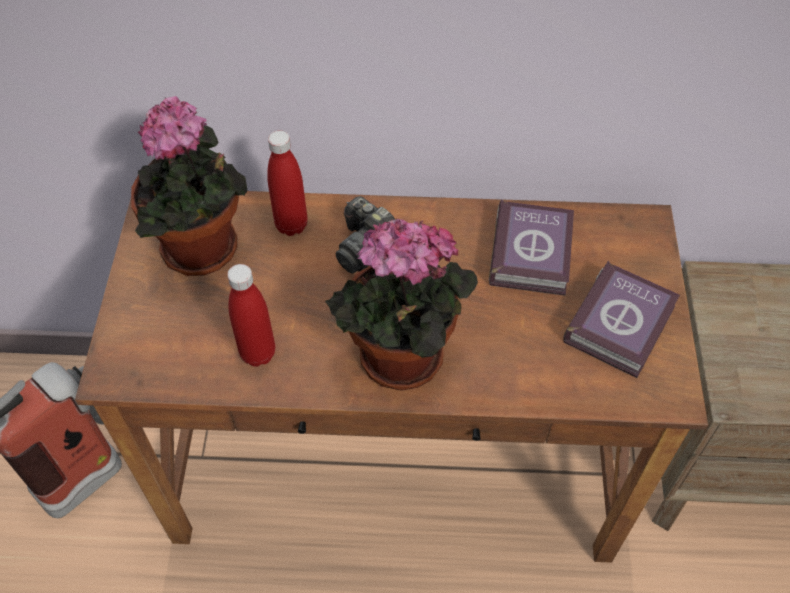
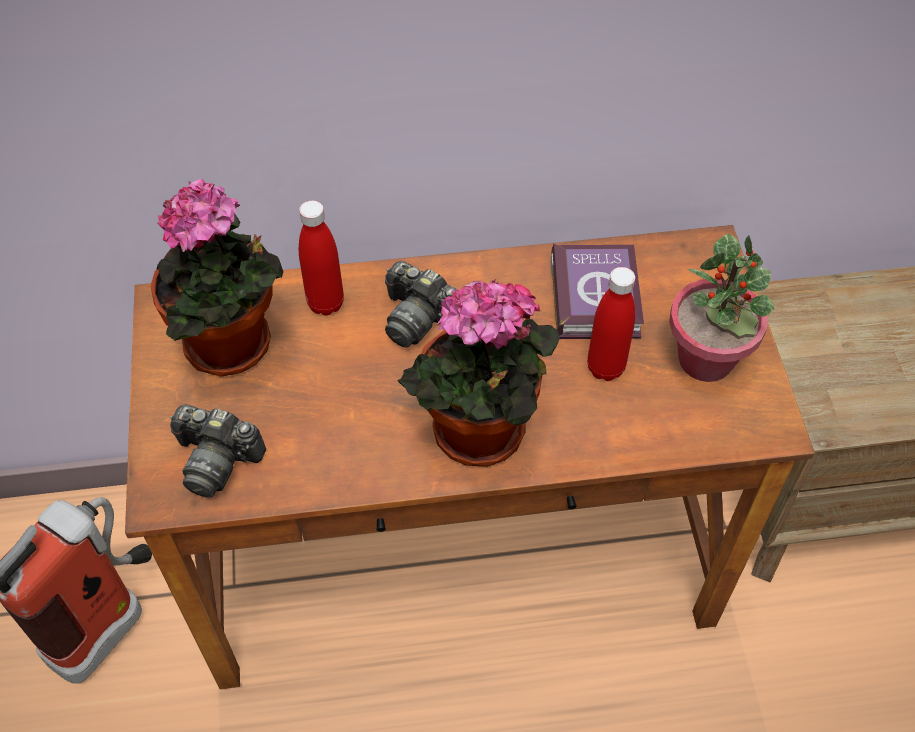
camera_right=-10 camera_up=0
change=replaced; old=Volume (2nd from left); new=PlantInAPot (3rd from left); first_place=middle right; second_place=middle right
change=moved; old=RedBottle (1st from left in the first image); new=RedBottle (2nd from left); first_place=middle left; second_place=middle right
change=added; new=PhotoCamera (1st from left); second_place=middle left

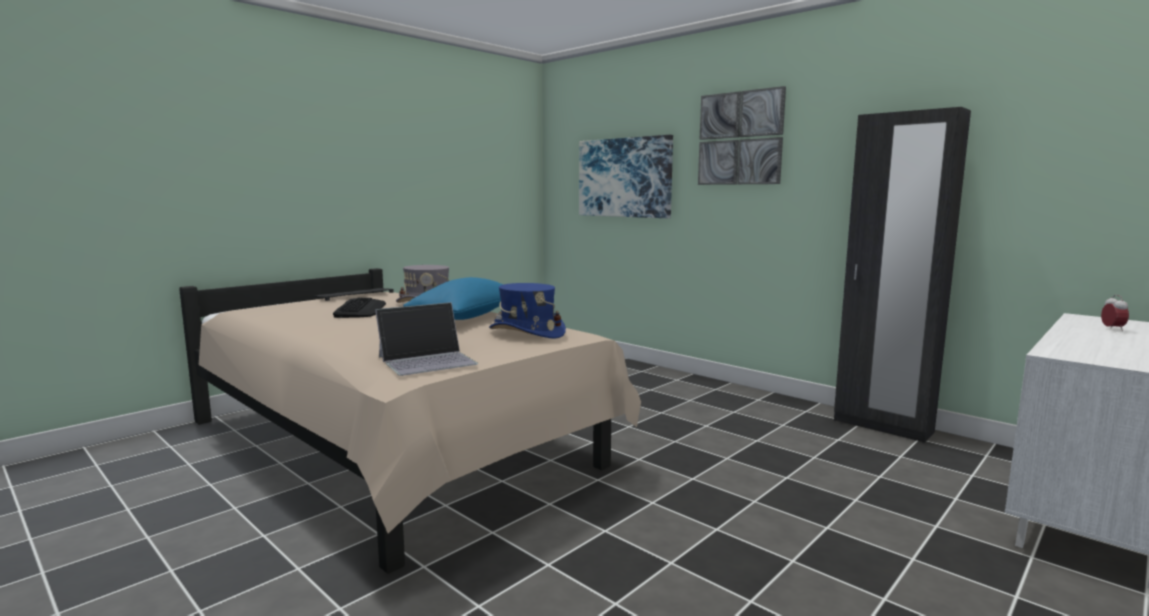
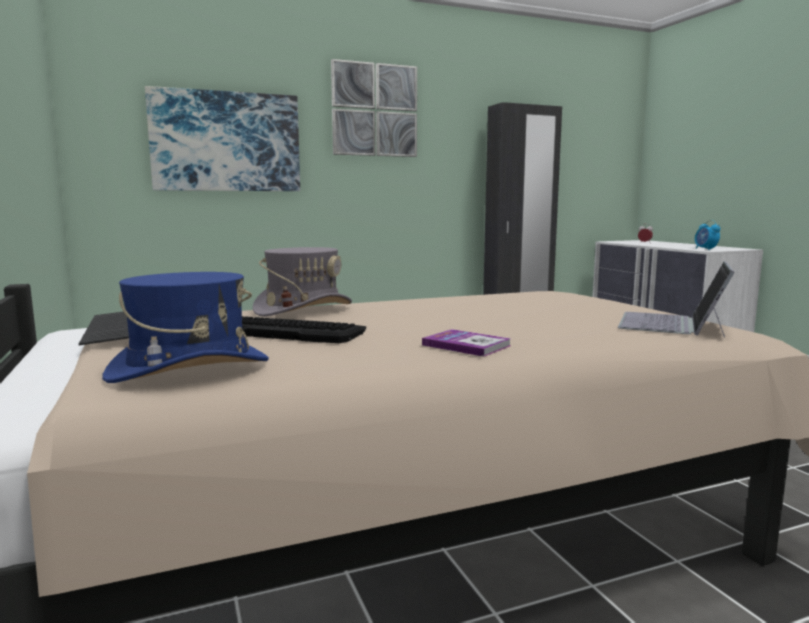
camera_right=-65 camera_up=0
change=removed; old=BlueColouredPillow; first_place=centre
change=moved; old=BlueColouredHat; first_place=centre; second_place=middle left
change=turned; old=Laptop; first_place=centre; second_place=middle right; degrees=-150
change=added; new=AlarmClock (2nd from left); second_place=middle right
change=added; new=Volume; second_place=centre

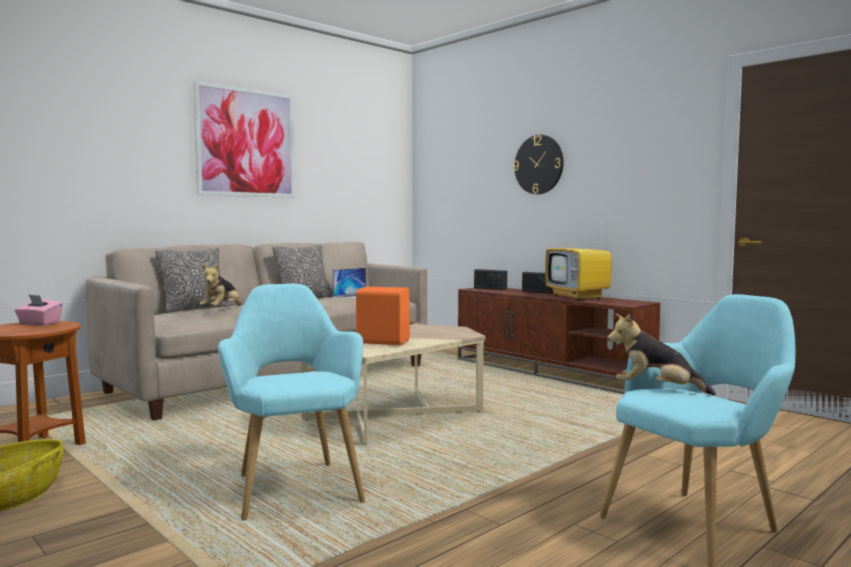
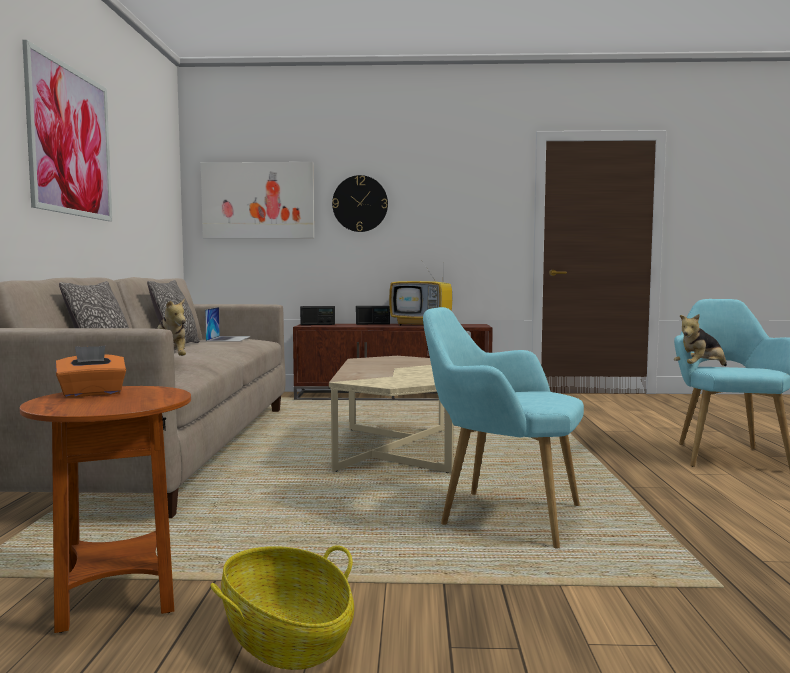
camera_right=-45 camera_up=0
change=removed; old=OrangeLoudspeaker; first_place=centre
change=recoloured; old=PinkColouredBoxOfTissues; new=OrangeBoxOfTissues; first_place=middle left; second_place=middle left
change=added; new=Picture (2nd from left); second_place=top left

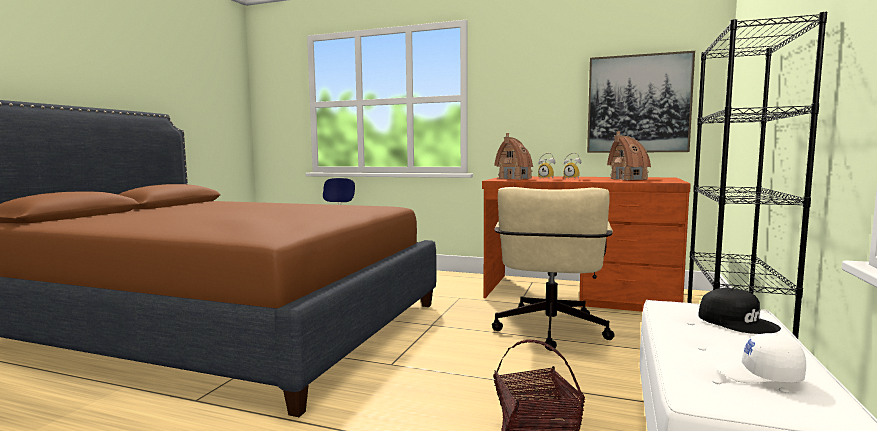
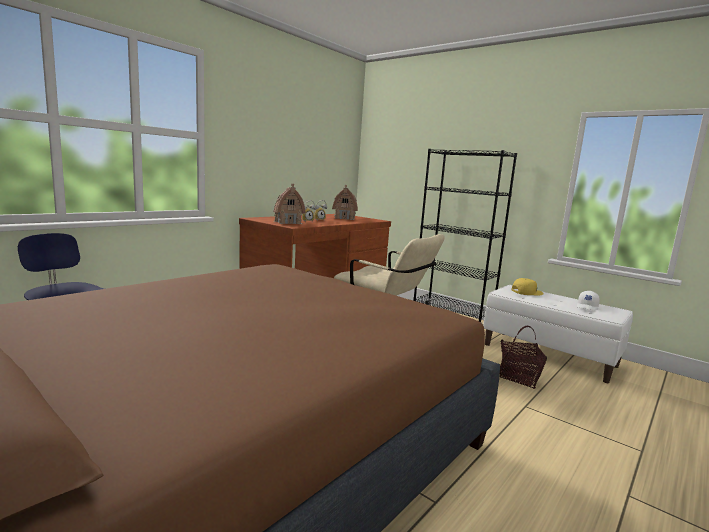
camera_right=-70 camera_up=5
change=removed; old=Picture; first_place=top right
change=recoloured; old=BlackishBaseballCap; new=YellowishBaseballCap; first_place=bottom right; second_place=middle right

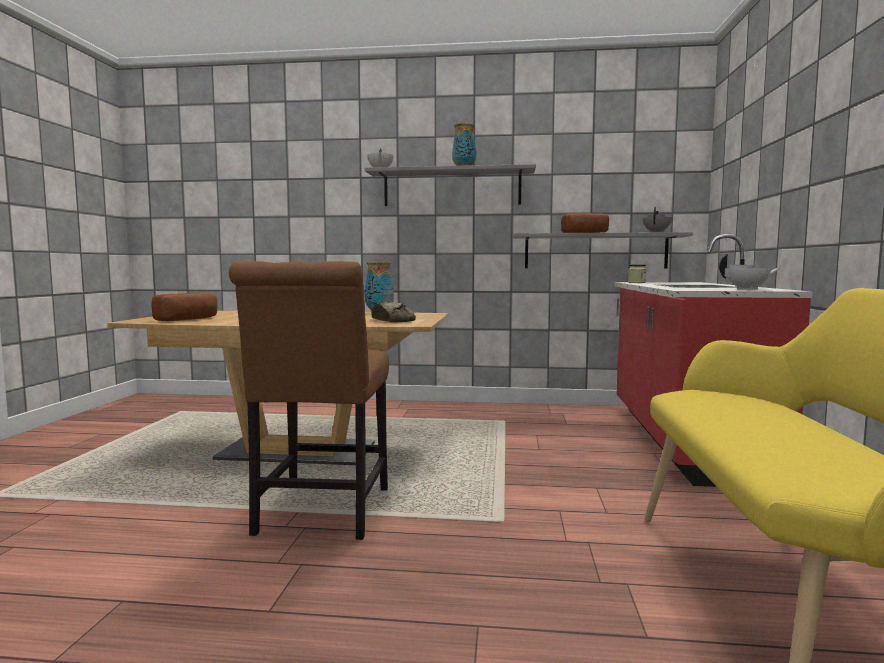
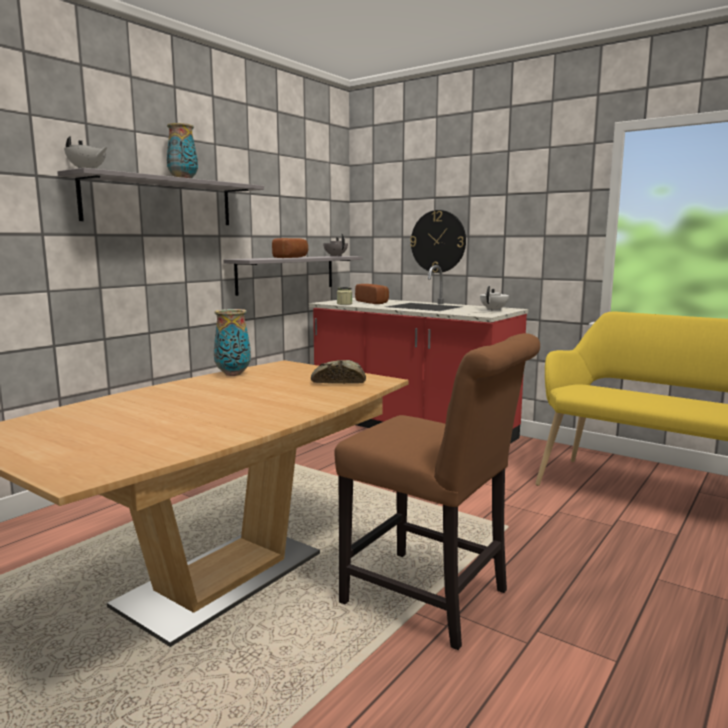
camera_right=-60 camera_up=5
change=moved; old=BakeryBread (1st from left in the first image); new=BakeryBread (3rd from left); first_place=middle left; second_place=centre
change=added; new=WallClock; second_place=top centre

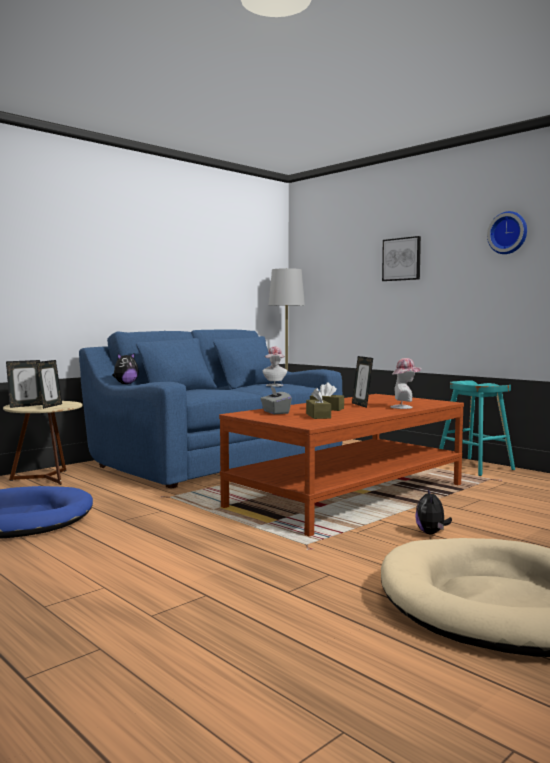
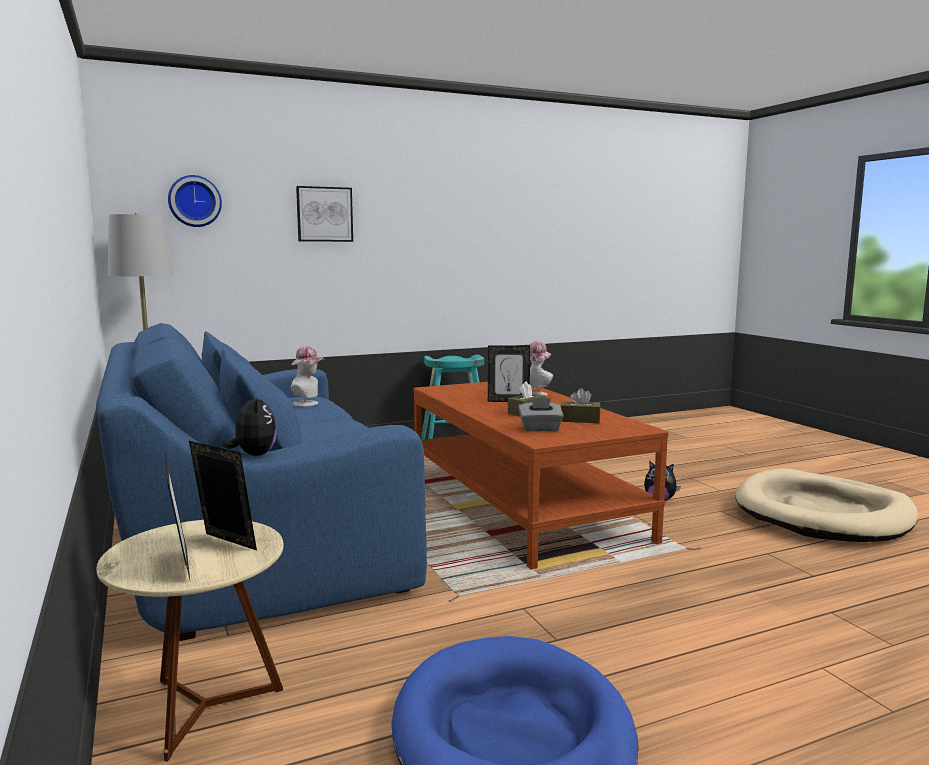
camera_right=-70 camera_up=5
change=moved; old=WallClock; first_place=top right; second_place=top left

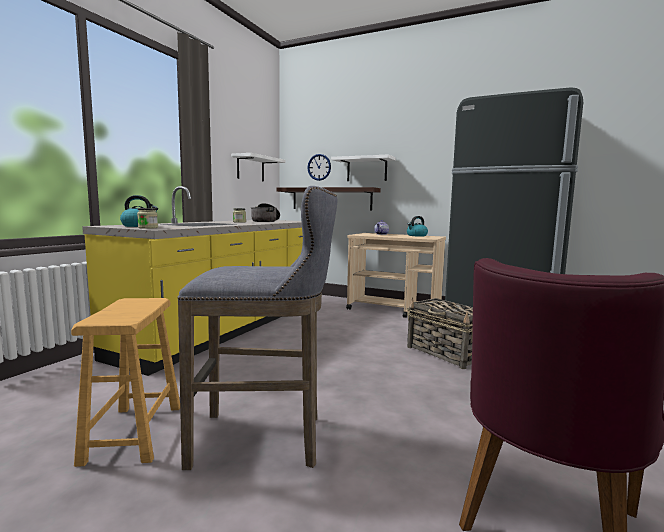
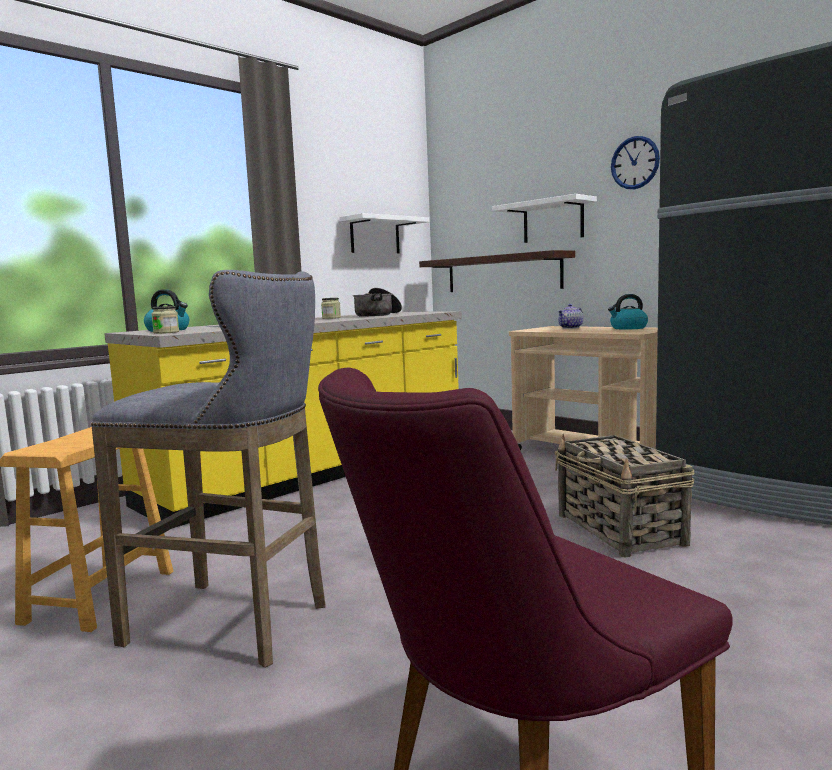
camera_right=20 camera_up=0
change=moved; old=WallClock; first_place=top centre; second_place=top right

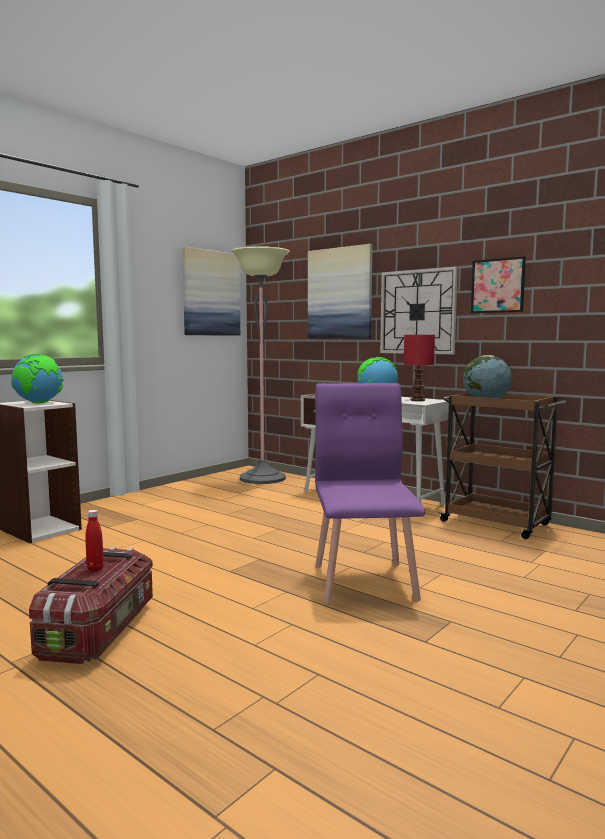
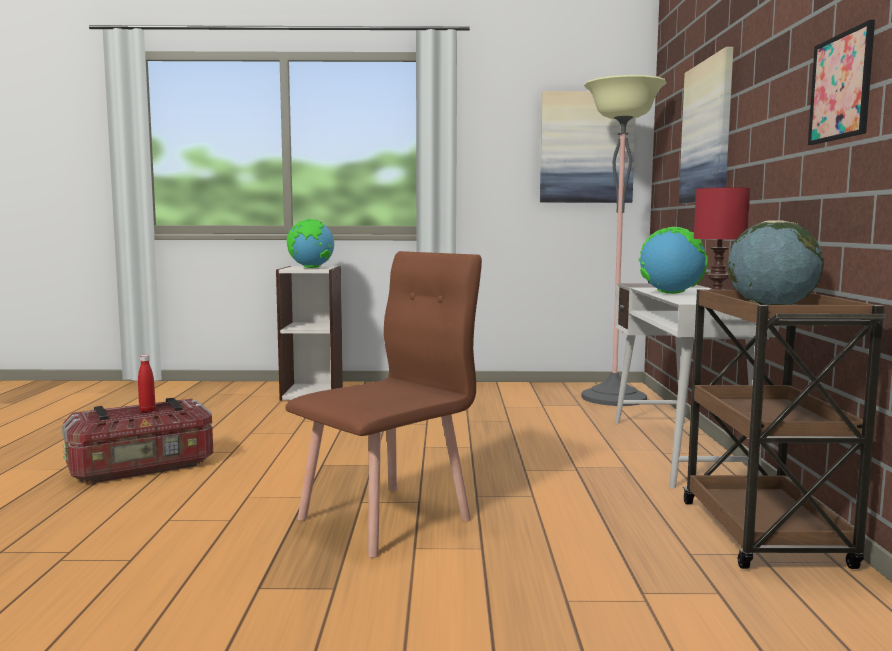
camera_right=50 camera_up=0
change=removed; old=WallClock; first_place=middle right
change=recoloured; old=PurpleColouredUprightChair; new=BrownishUprightChair; first_place=centre; second_place=centre

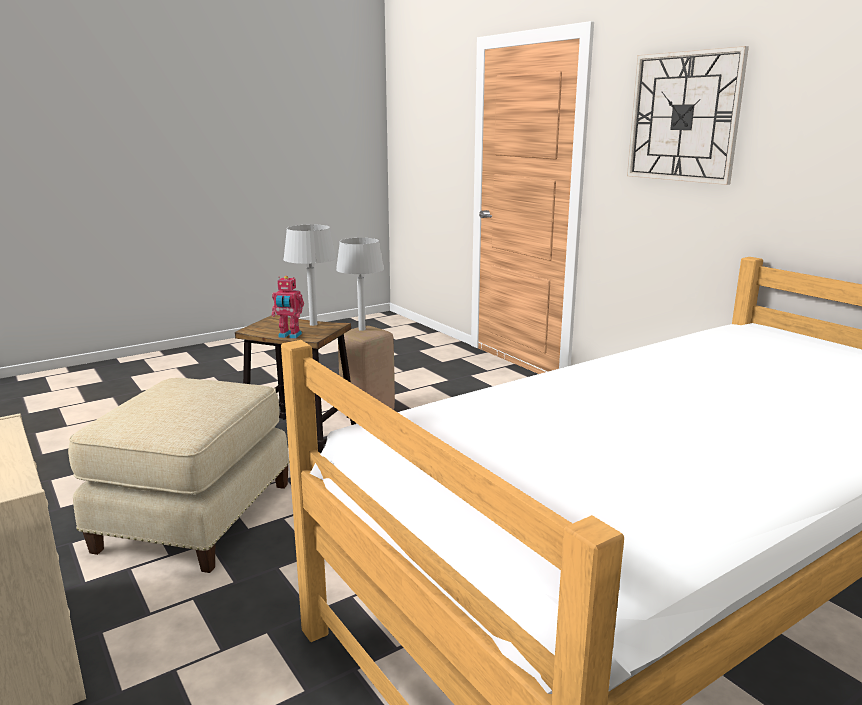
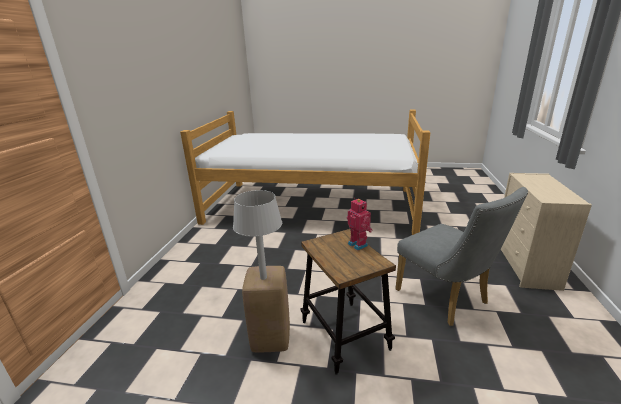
camera_right=-135 camera_up=5
change=removed; old=WallClock; first_place=top right
change=removed; old=GreyTableLamp (1st from left); first_place=centre
change=replaced; old=BeigeOttoman; new=GreyUprightChair; first_place=bottom left; second_place=middle right

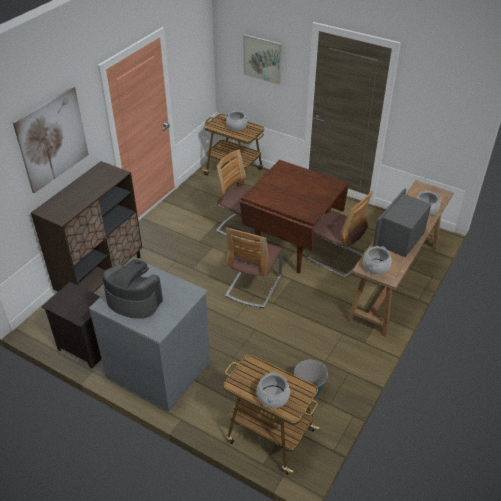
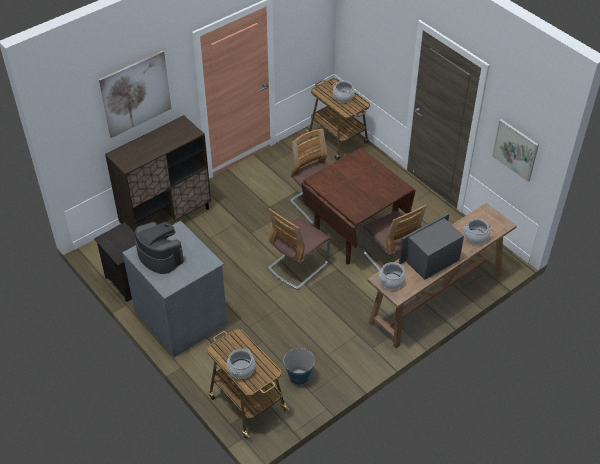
camera_right=20 camera_up=5
change=moved; old=Picture (2nd from left); first_place=top centre; second_place=top right

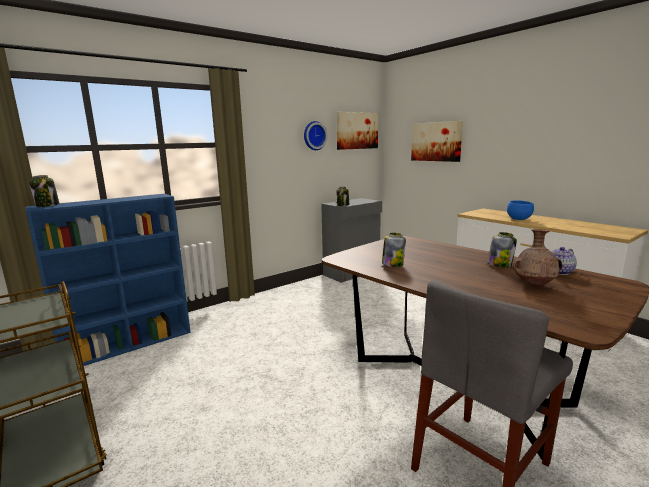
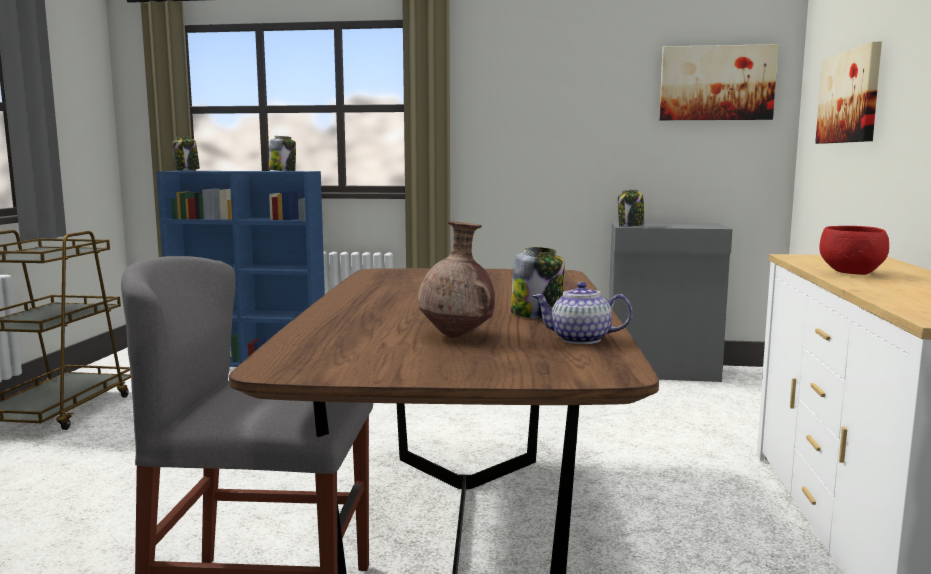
camera_right=45 camera_up=-5
change=removed; old=WallClock; first_place=top centre
change=recoloured; old=BlueColouredDeepDish; new=RedDeepDish; first_place=middle right; second_place=middle right
change=moved; old=Jar (3rd from left in the first image); new=Jar (2nd from left); first_place=centre; second_place=top left

